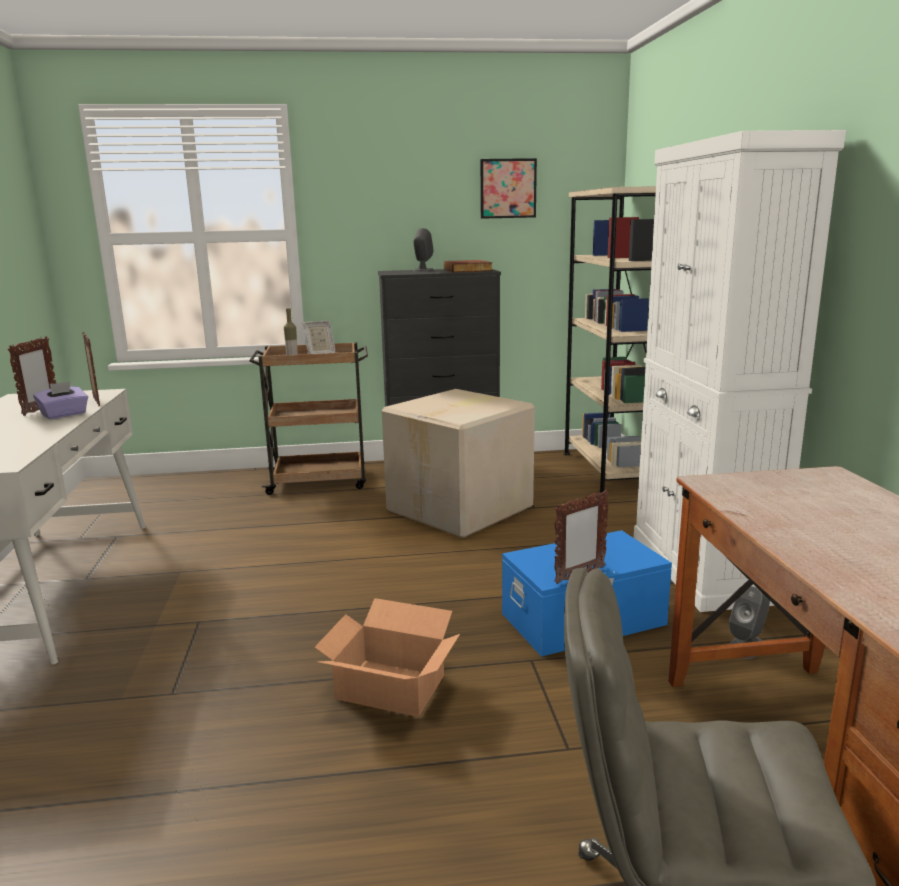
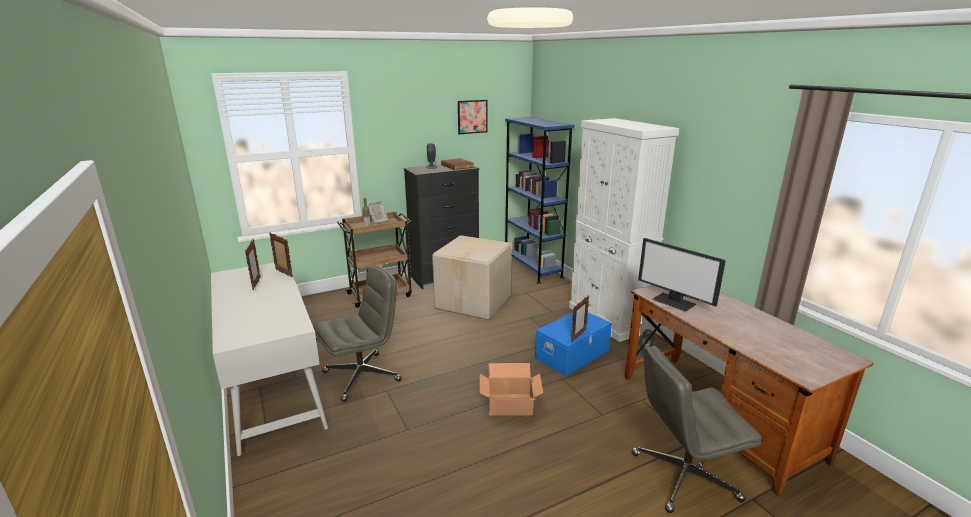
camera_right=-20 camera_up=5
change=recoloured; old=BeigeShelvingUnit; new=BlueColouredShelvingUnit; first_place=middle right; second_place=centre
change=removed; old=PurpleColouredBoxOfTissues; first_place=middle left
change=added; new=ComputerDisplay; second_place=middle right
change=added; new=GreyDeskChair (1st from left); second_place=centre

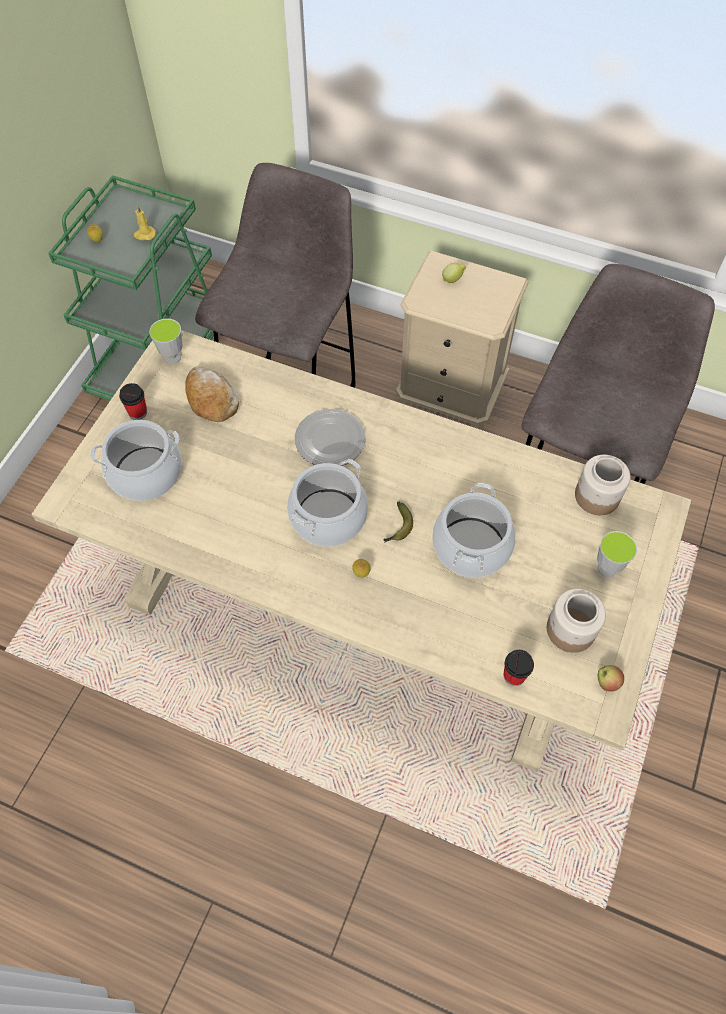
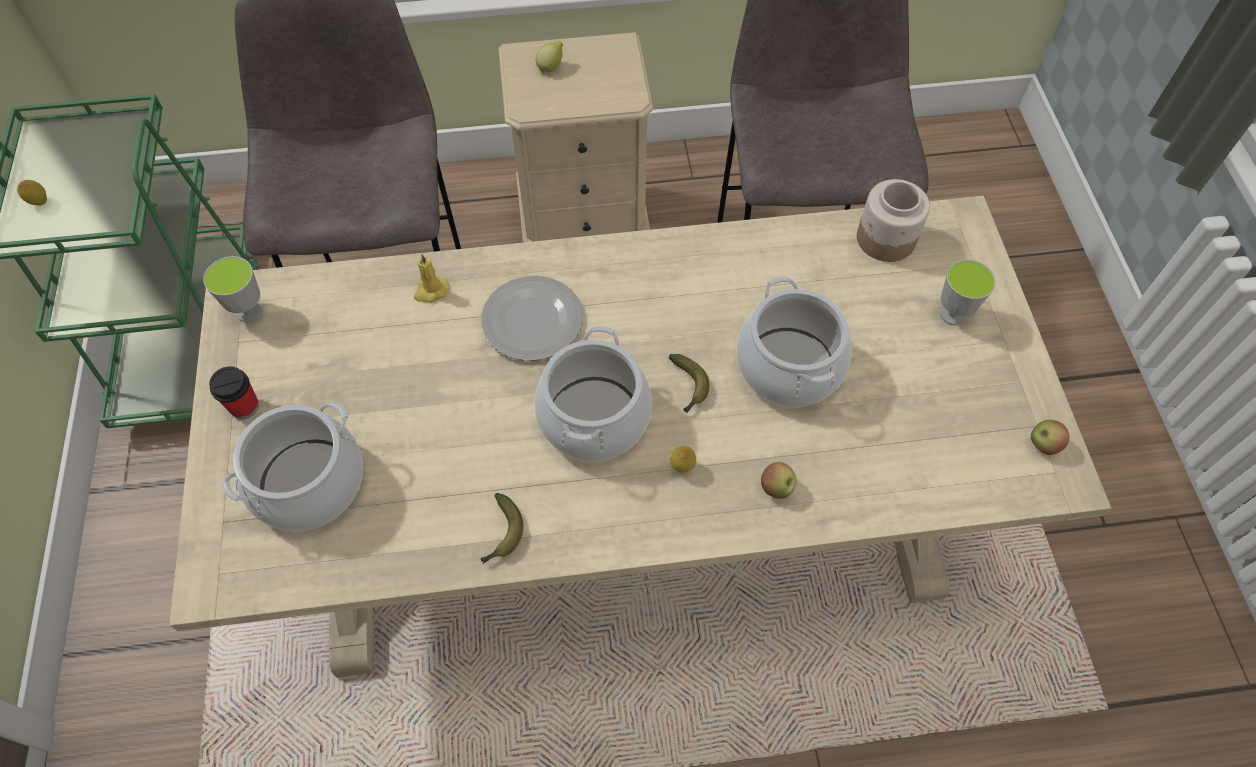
camera_right=-30 camera_up=0
change=moved; old=YellowishCandle; first_place=top left; second_place=centre
change=removed; old=BakeryBread; first_place=middle left
change=removed; old=Jar (1st from left); first_place=middle right
change=removed; old=SmallCup (3rd from left); first_place=middle right
change=added; new=Apple (1st from left); second_place=centre
change=added; new=Banana (1st from left); second_place=bottom centre

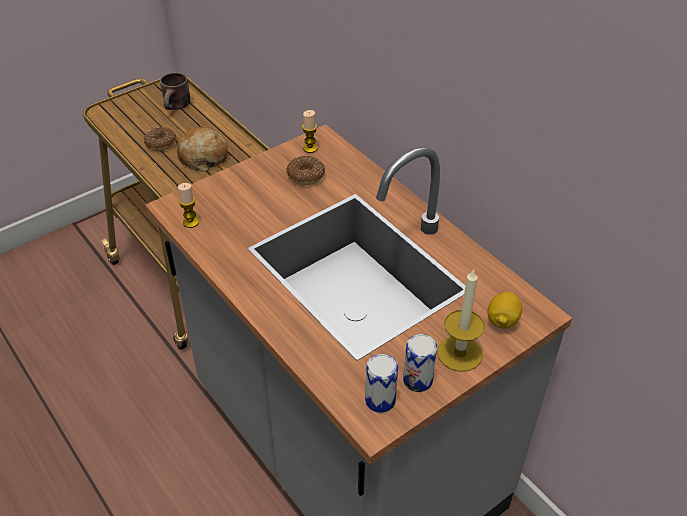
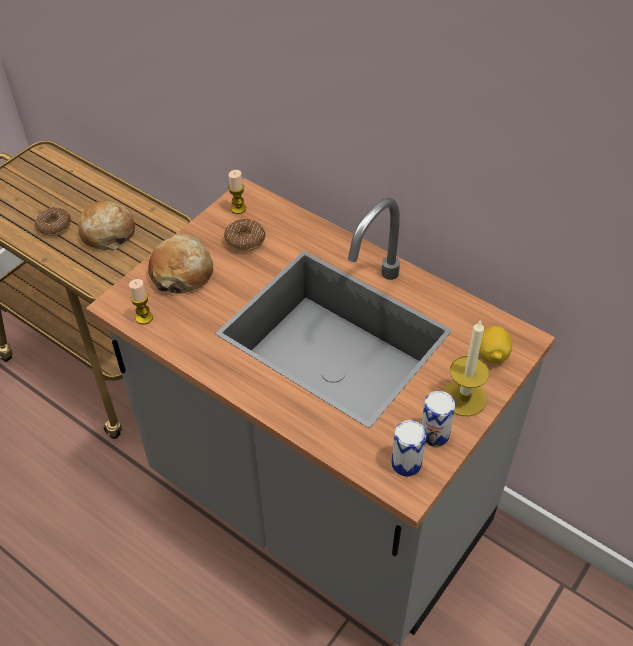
camera_right=-15 camera_up=5
change=removed; old=BrownishTeaMug; first_place=top left
change=added; new=BakeryBread (2nd from left); second_place=middle left

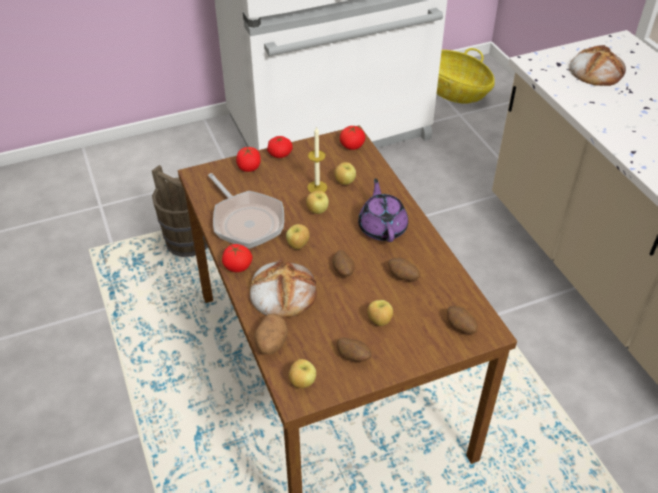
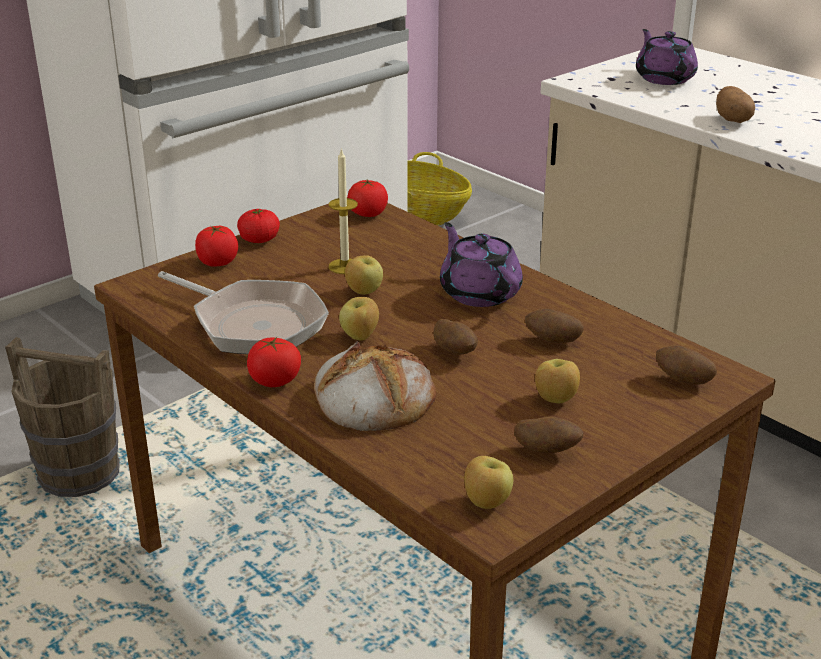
camera_right=-20 camera_up=-15
change=replaced; old=BakeryBread (2nd from left); new=PurpleColouredTeapot (2nd from left); first_place=top right; second_place=top right
change=removed; old=Apple (4th from left); first_place=centre
change=moved; old=Spud (1st from left in the first image); new=Spud (5th from left); first_place=bottom centre; second_place=top right

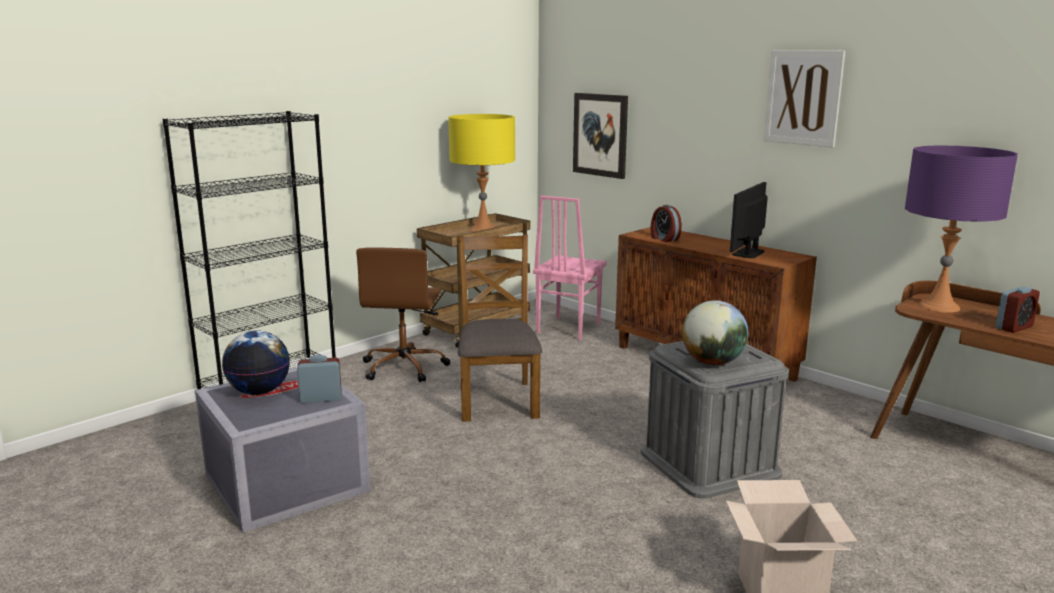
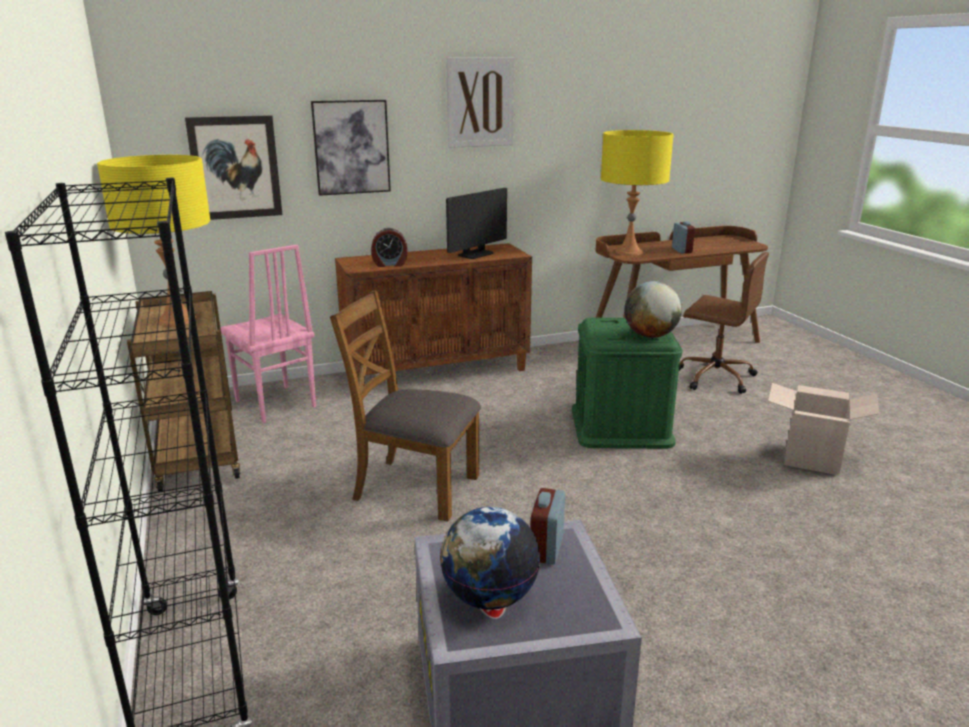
camera_right=-65 camera_up=5
change=recoloured; old=PurpleColouredTableLamp; new=YellowishTableLamp (2nd from left); first_place=middle right; second_place=top centre
change=turned; old=ComputerDisplay; first_place=middle right; second_place=top centre; degrees=-105
change=moved; old=BrownishDeskChair; first_place=centre; second_place=middle right
change=recoloured; old=GreyStorageBox (2nd from left); new=GreenStorageBox; first_place=bottom right; second_place=centre
change=added; new=Picture (2nd from left); second_place=top centre

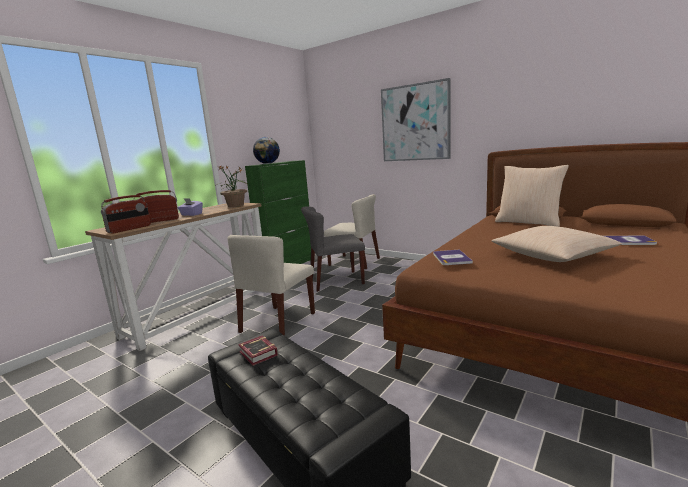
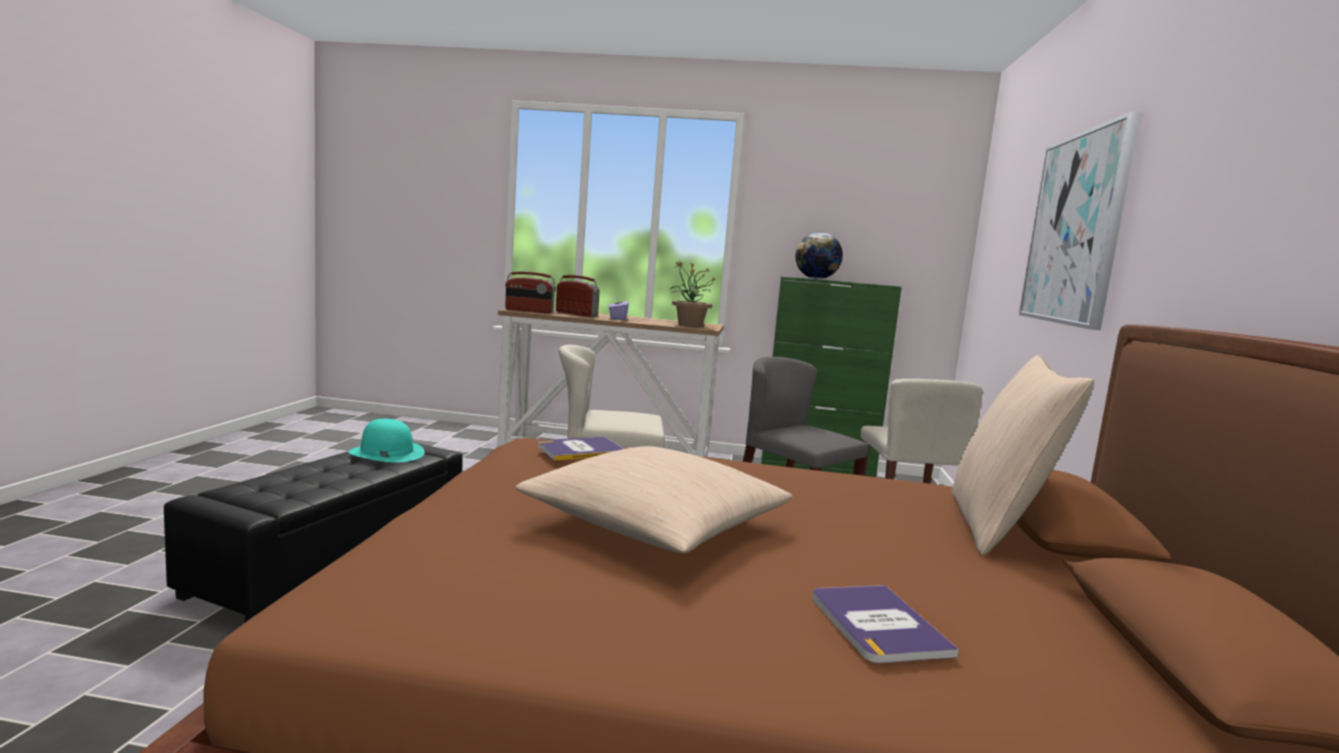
camera_right=60 camera_up=-5
change=replaced; old=Volume (1st from left); new=TurquoiseColouredHat; first_place=bottom centre; second_place=middle left

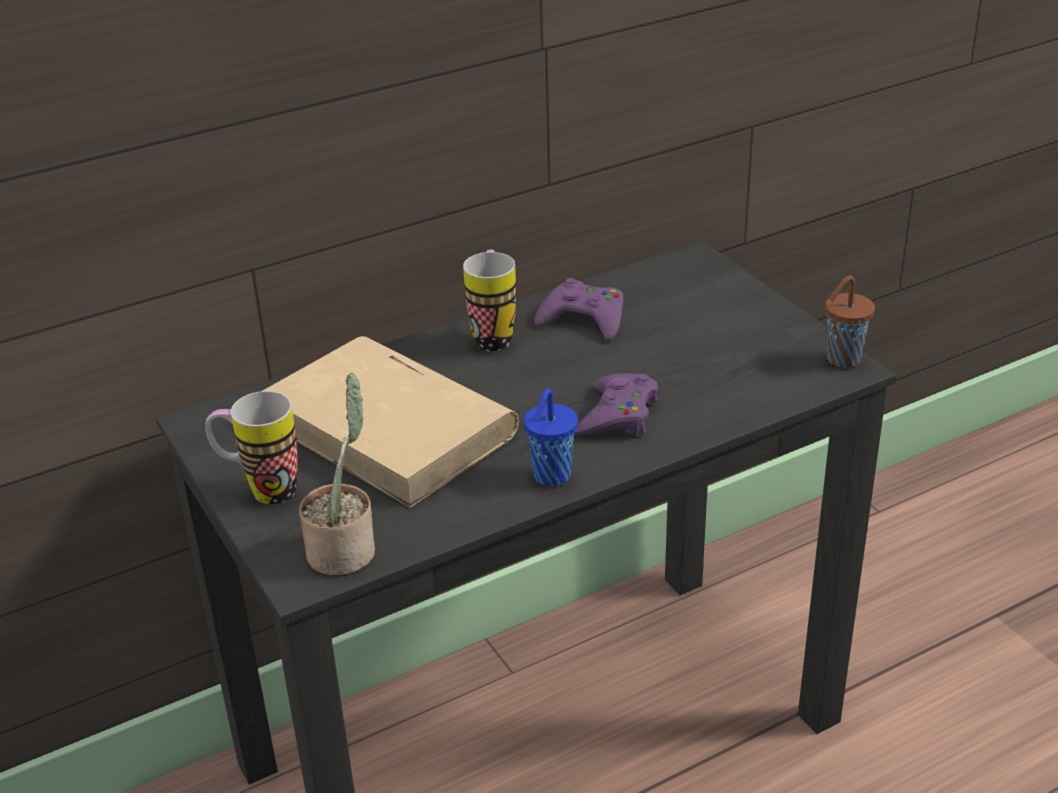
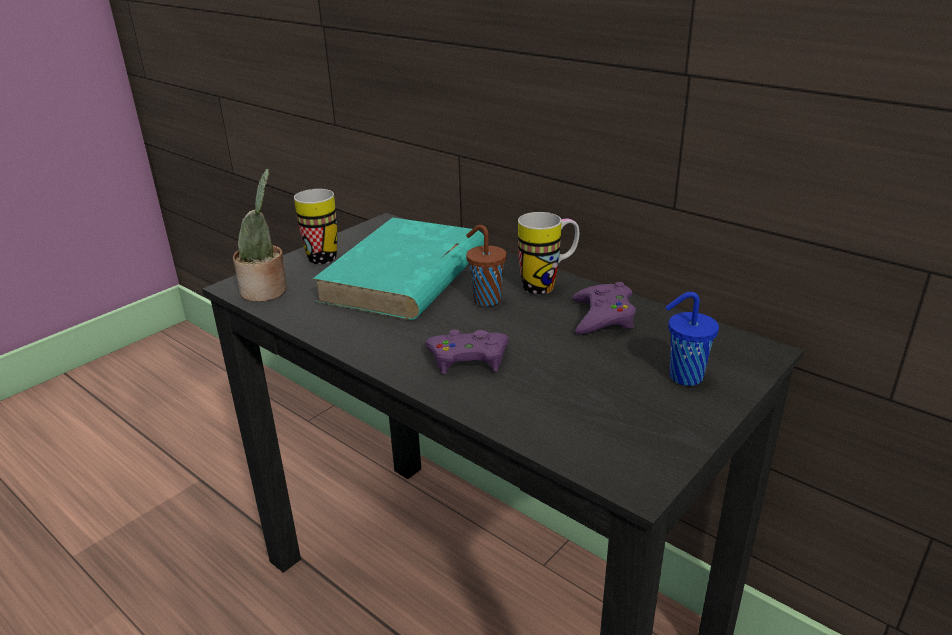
camera_right=70 camera_up=-5
change=moved; old=BrownishSmallCup; first_place=middle right; second_place=centre
change=recoloured; old=BeigeVolume; new=TurquoiseColouredVolume; first_place=centre; second_place=centre
change=moved; old=BlueColouredSmallCup; first_place=centre; second_place=middle right

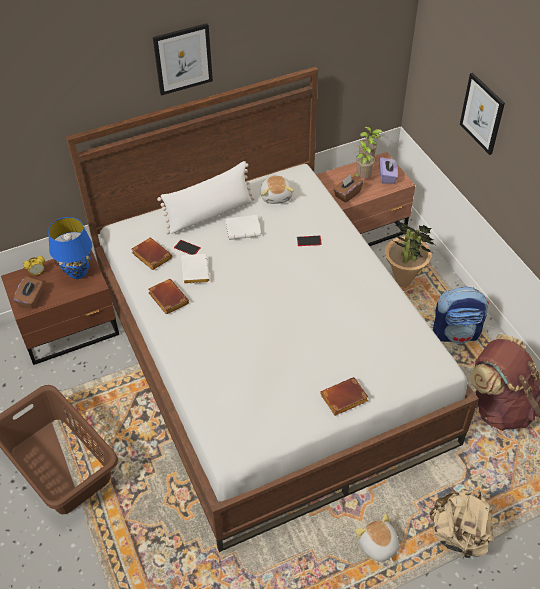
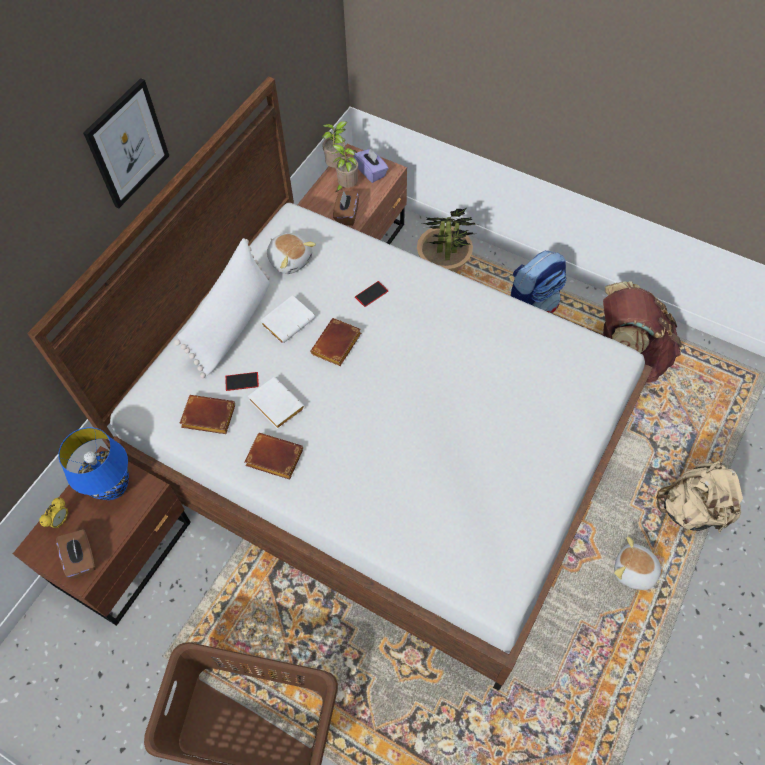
camera_right=-35 camera_up=10
change=removed; old=Picture (2nd from left); first_place=top right
change=moved; old=BrownishVolume (3rd from left); first_place=bottom centre; second_place=centre

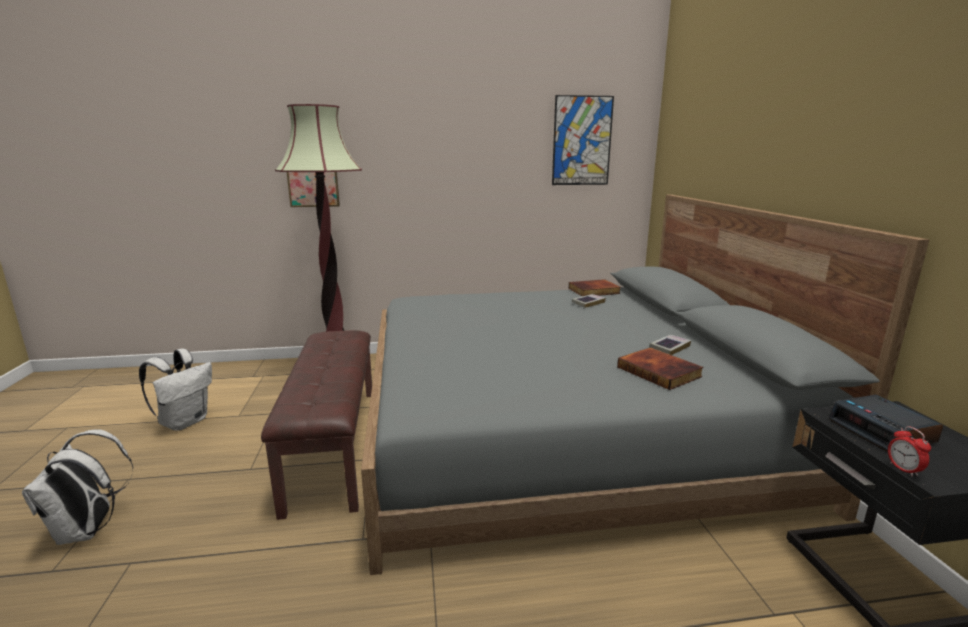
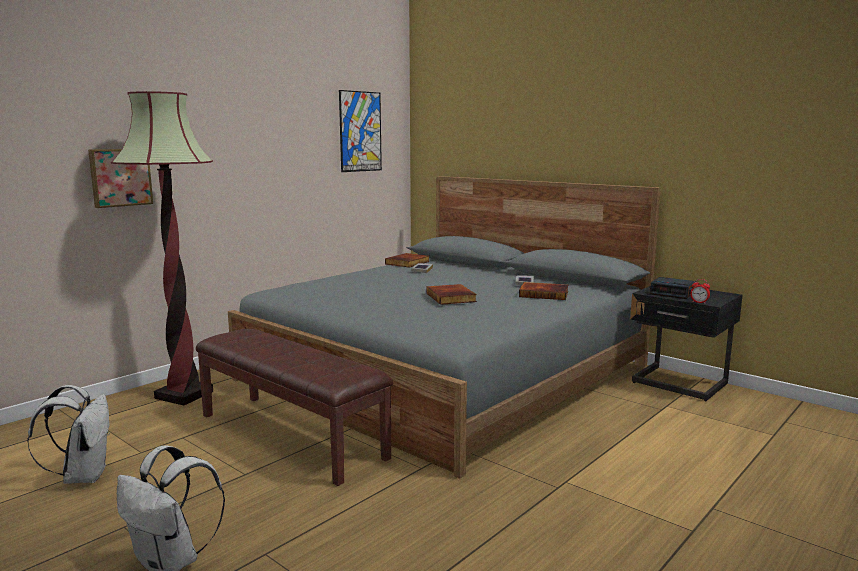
camera_right=-40 camera_up=-5
change=added; new=Volume (3rd from left); second_place=centre

